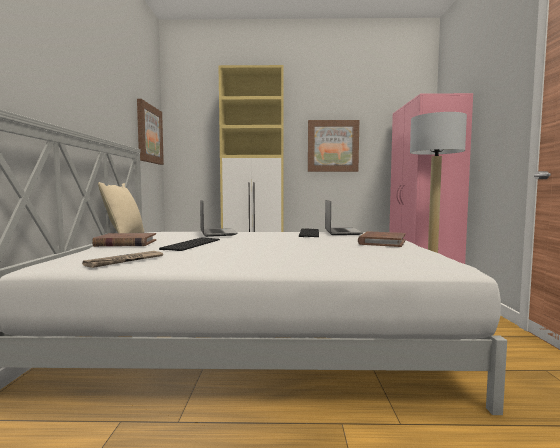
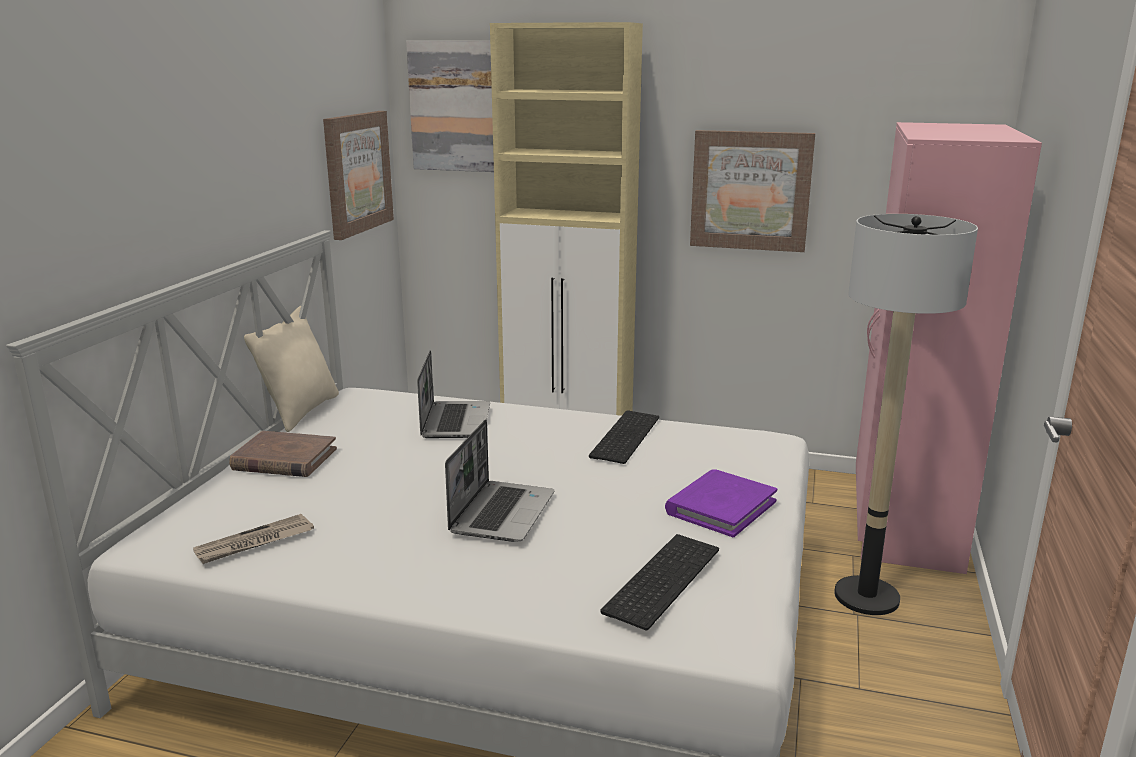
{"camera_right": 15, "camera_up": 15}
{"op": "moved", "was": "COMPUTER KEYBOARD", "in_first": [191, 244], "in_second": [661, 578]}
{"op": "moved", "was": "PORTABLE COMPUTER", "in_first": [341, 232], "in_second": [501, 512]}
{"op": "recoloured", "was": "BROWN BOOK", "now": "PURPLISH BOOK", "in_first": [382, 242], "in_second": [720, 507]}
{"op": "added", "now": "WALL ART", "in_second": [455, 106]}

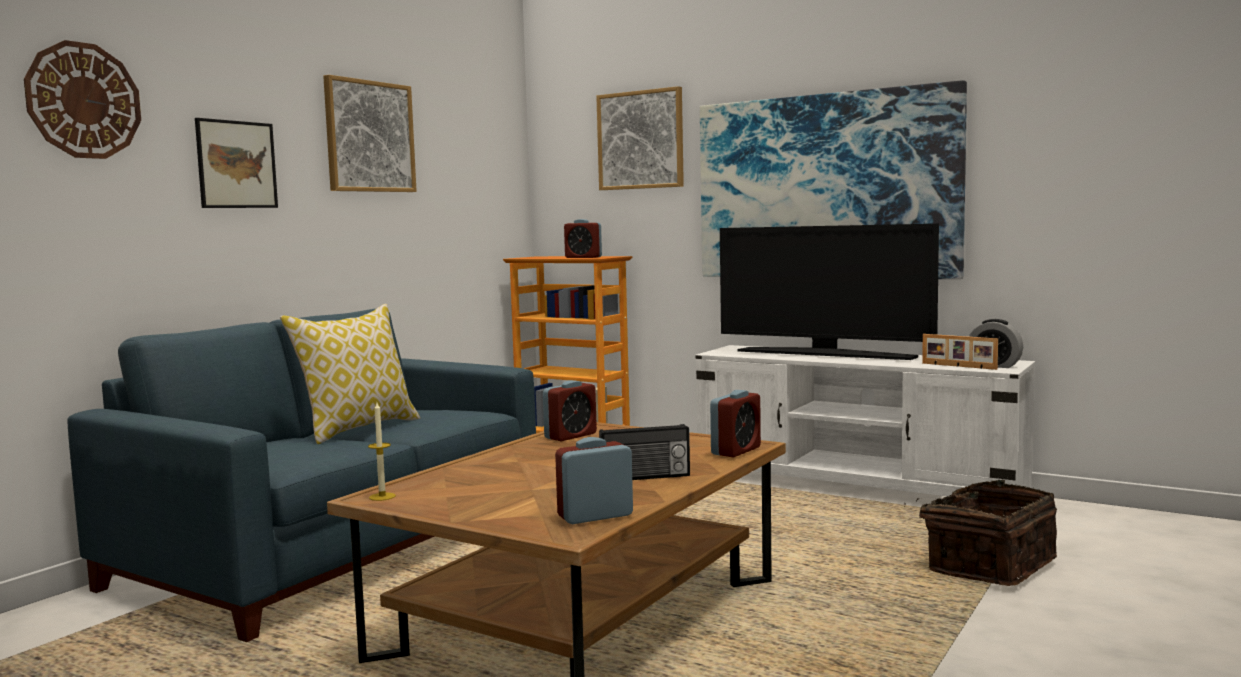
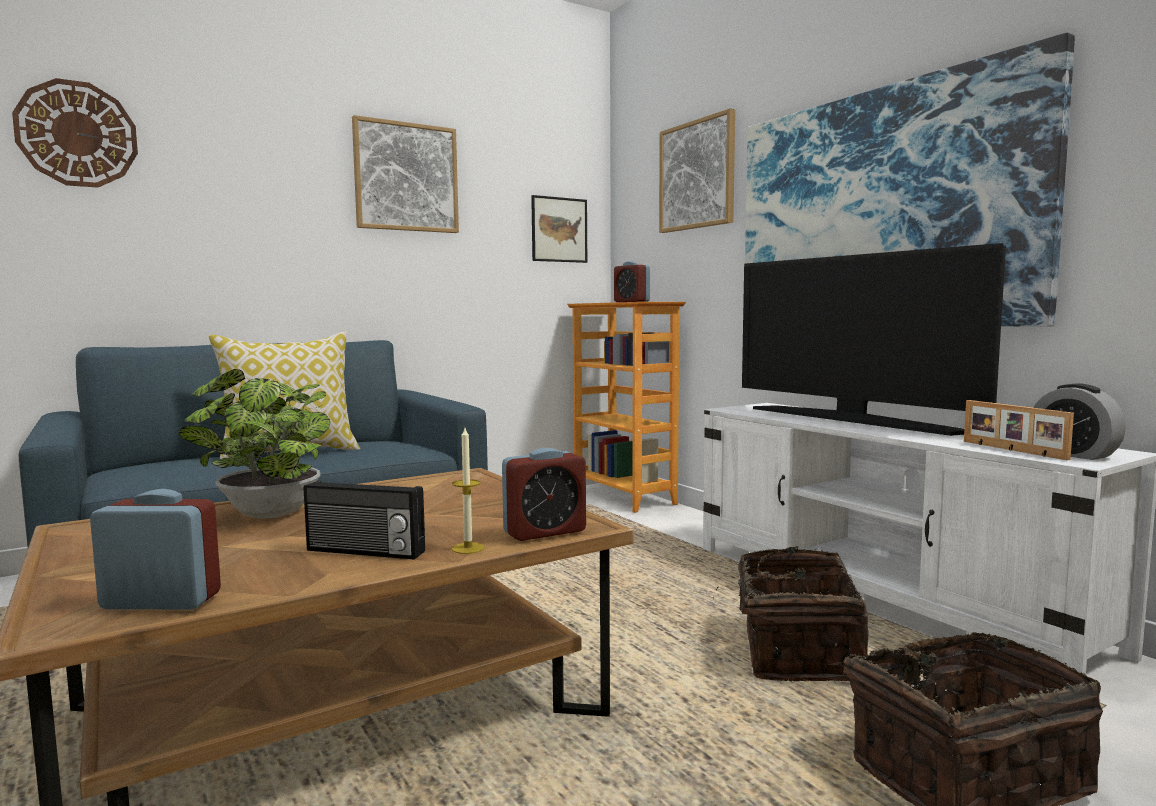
{"camera_right": 25, "camera_up": 0}
{"op": "moved", "was": "WALL ART", "in_first": [236, 164], "in_second": [559, 230]}
{"op": "moved", "was": "WAX LIGHT", "in_first": [382, 497], "in_second": [468, 548]}
{"op": "removed", "was": "BEDSIDE CLOCK", "in_first": [570, 436]}
{"op": "added", "now": "PLANT IN A POT", "in_second": [267, 515]}
{"op": "added", "now": "HOUSEHOLD BASKET", "in_second": [795, 652]}

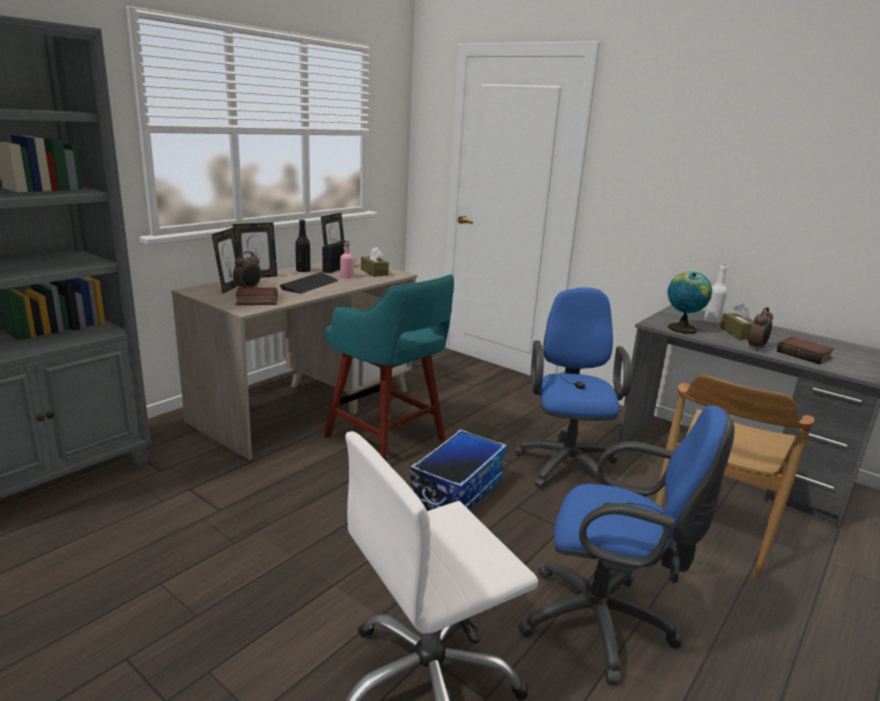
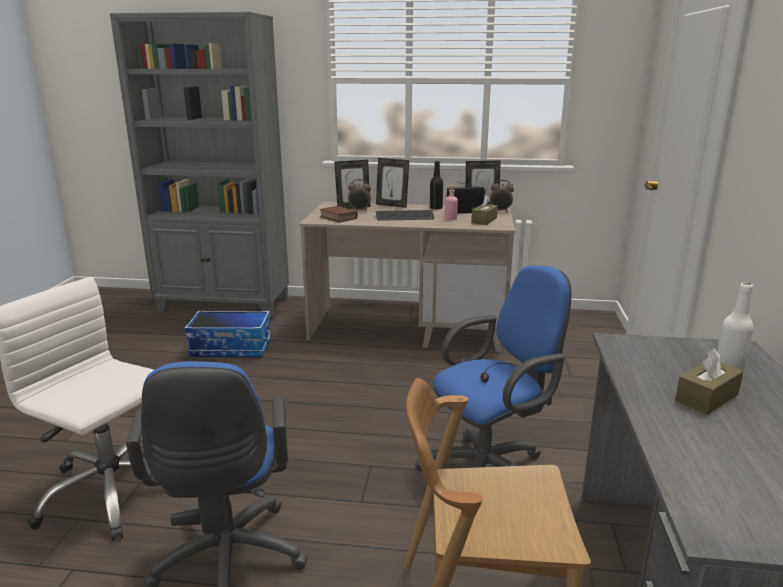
{"camera_right": 60, "camera_up": 0}
{"op": "removed", "was": "TURQUOISE-COLOURED STOOL SEAT", "in_first": [387, 440]}
{"op": "moved", "was": "STORAGE CONTAINER", "in_first": [456, 490], "in_second": [232, 348]}
{"op": "removed", "was": "GLOBE", "in_first": [681, 328]}
{"op": "moved", "was": "BEDSIDE CLOCK", "in_first": [757, 348], "in_second": [500, 211]}
{"op": "removed", "was": "BOOK", "in_first": [804, 355]}

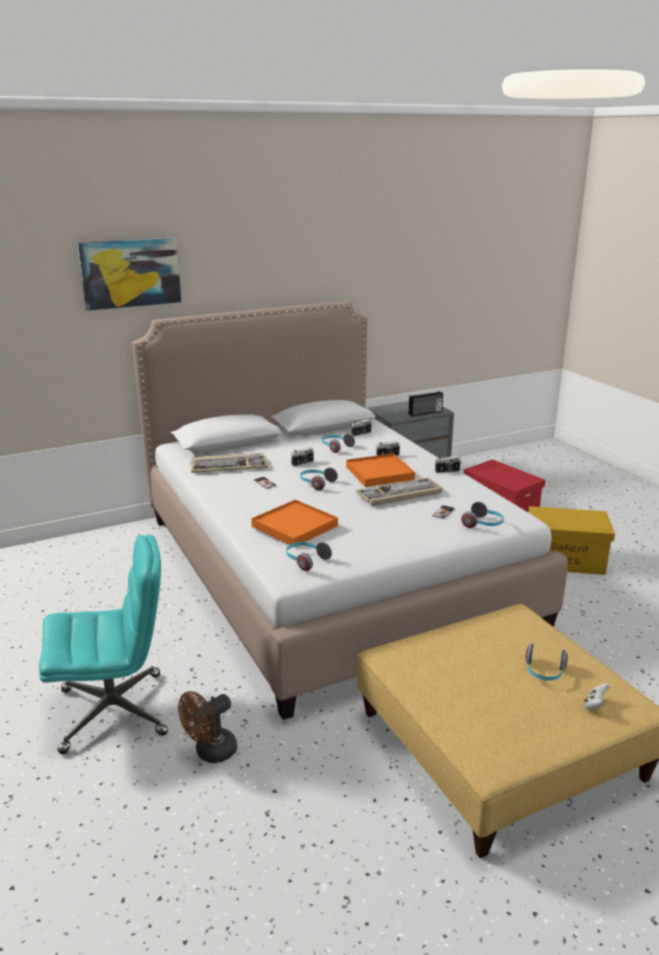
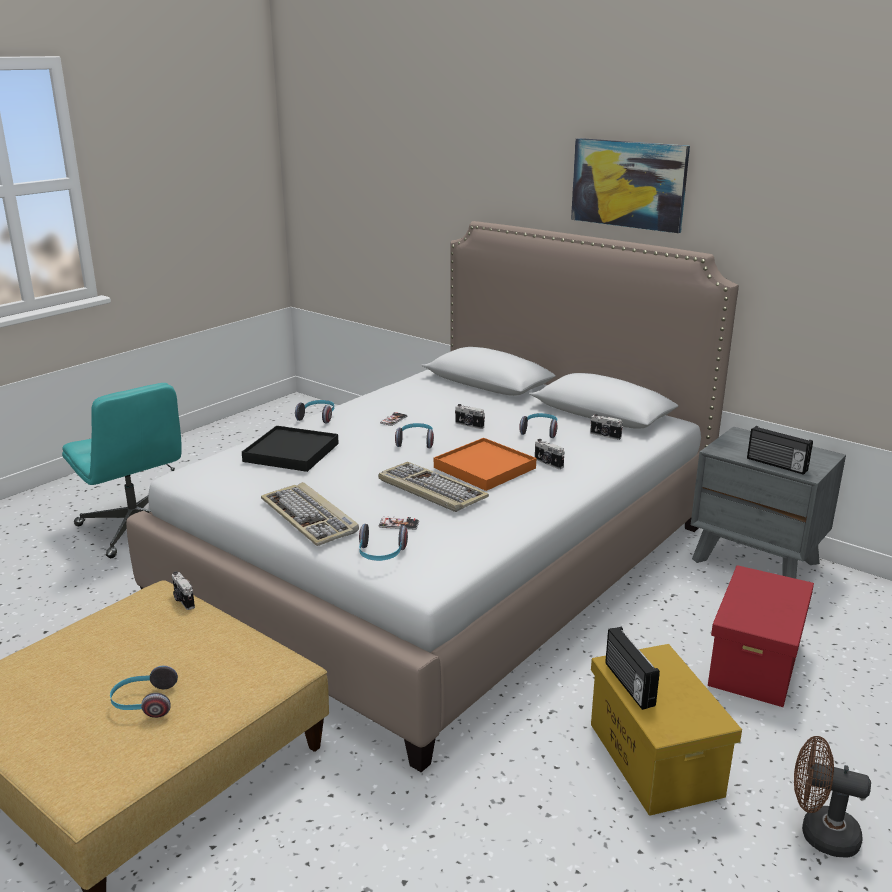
{"camera_right": 65, "camera_up": 0}
{"op": "moved", "was": "WALL ART", "in_first": [130, 273], "in_second": [628, 184]}
{"op": "moved", "was": "BROWN COOLING FAN", "in_first": [210, 753], "in_second": [819, 833]}
{"op": "moved", "was": "COMPUTER KEYBOARD", "in_first": [229, 466], "in_second": [310, 517]}
{"op": "recoloured", "was": "ORANGE-COLOURED TRAY", "now": "BLACKISH TRAY", "in_first": [295, 526], "in_second": [291, 452]}
{"op": "moved", "was": "HEADSET", "in_first": [305, 561], "in_second": [318, 417]}
{"op": "moved", "was": "PHOTO CAMERA", "in_first": [447, 471], "in_second": [183, 600]}
{"op": "removed", "was": "WHITE GAME CONTROLLER", "in_first": [595, 705]}
{"op": "added", "now": "RADIO SET", "in_second": [628, 684]}

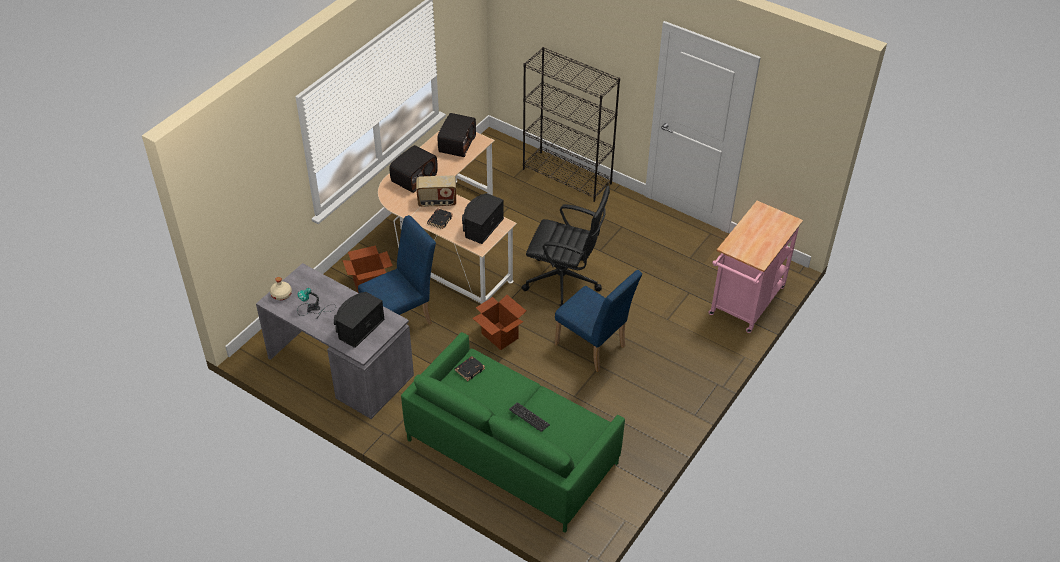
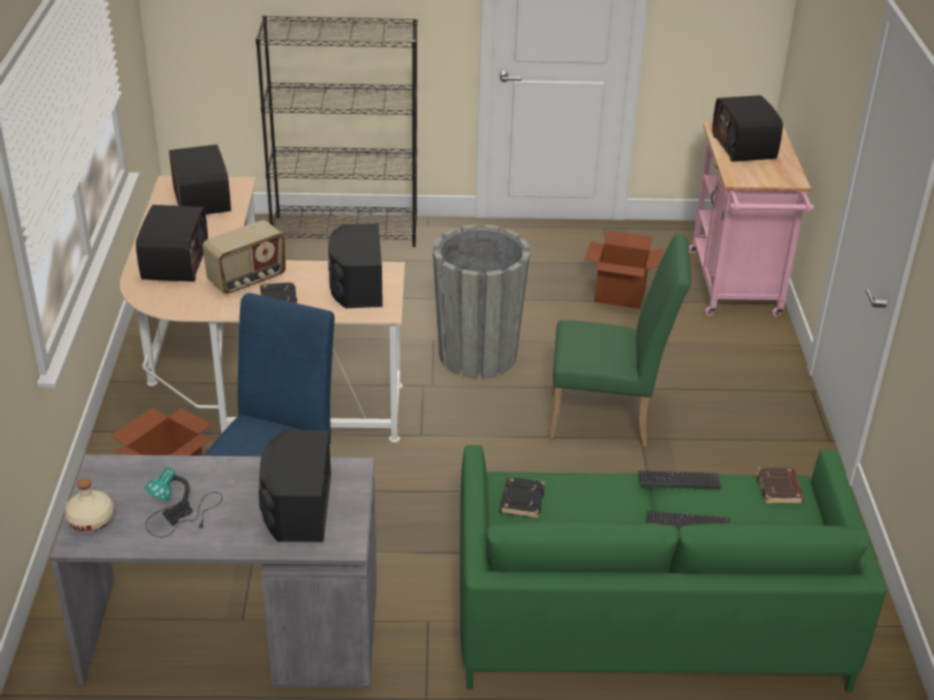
{"camera_right": -35, "camera_up": -10}
{"op": "moved", "was": "PACKING BOX", "in_first": [499, 336], "in_second": [619, 295]}
{"op": "replaced", "was": "BLACKISH OFFICE CHAIR", "now": "GRAY PLANTER", "in_first": [564, 282], "in_second": [477, 355]}
{"op": "recoloured", "was": "BLUE-COLOURED UPRIGHT CHAIR", "now": "GREEN-COLOURED UPRIGHT CHAIR", "in_first": [594, 348], "in_second": [608, 419]}
{"op": "added", "now": "COMPUTER KEYBOARD", "in_second": [679, 481]}
{"op": "added", "now": "RADIO SET", "in_second": [745, 147]}
{"op": "added", "now": "BROWN BOOK", "in_second": [780, 489]}

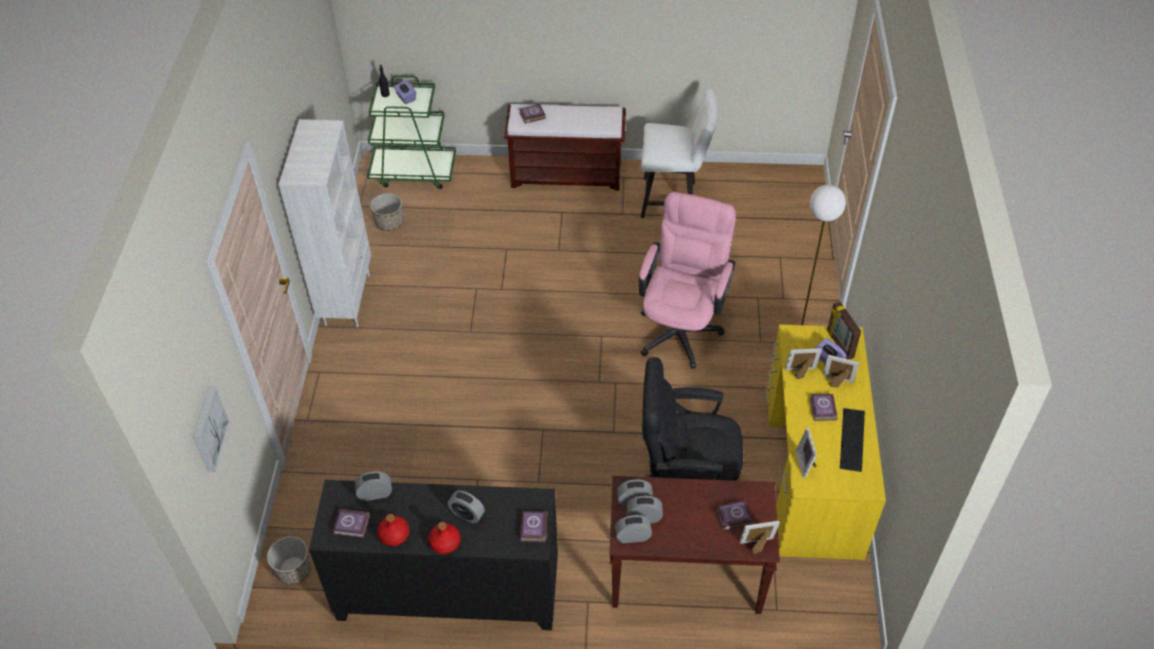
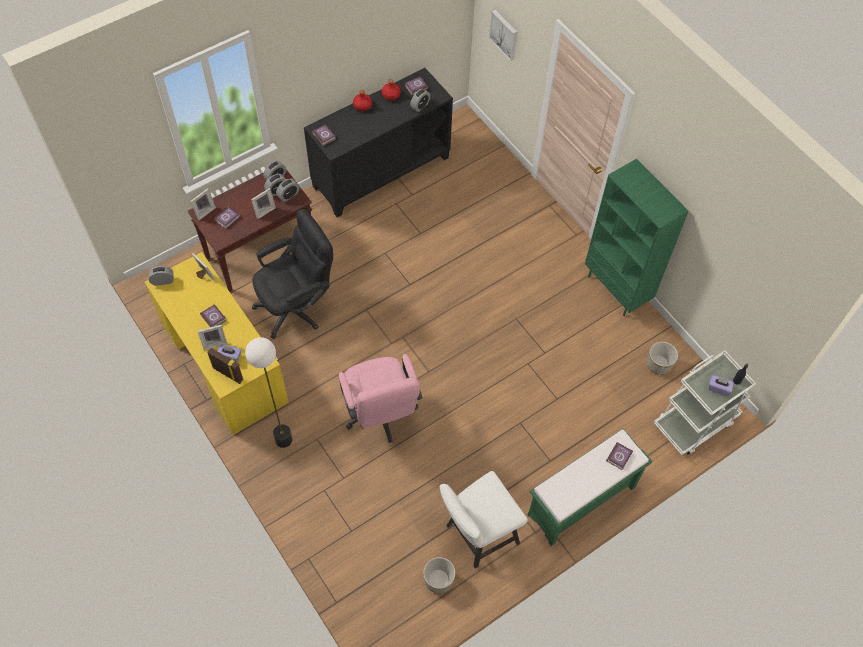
{"camera_right": 140, "camera_up": 10}
{"op": "moved", "was": "PLANTER", "in_first": [293, 570], "in_second": [438, 580]}
{"op": "recoloured", "was": "WHITE BOOKCASE", "now": "GREEN-COLOURED BOOKCASE", "in_first": [346, 299], "in_second": [617, 289]}
{"op": "recoloured", "was": "GREEN-COLOURED TROLLEY", "now": "WHITE TROLLEY", "in_first": [414, 172], "in_second": [694, 422]}
{"op": "moved", "was": "BEDSIDE CLOCK", "in_first": [467, 514], "in_second": [163, 281]}
{"op": "recoloured", "was": "BROWN BENCH", "now": "GREEN-COLOURED BENCH", "in_first": [567, 175], "in_second": [580, 502]}
{"op": "moved", "was": "STANDING FRAME", "in_first": [801, 373], "in_second": [264, 210]}
{"op": "removed", "was": "COMPUTER KEYBOARD", "in_first": [852, 439]}

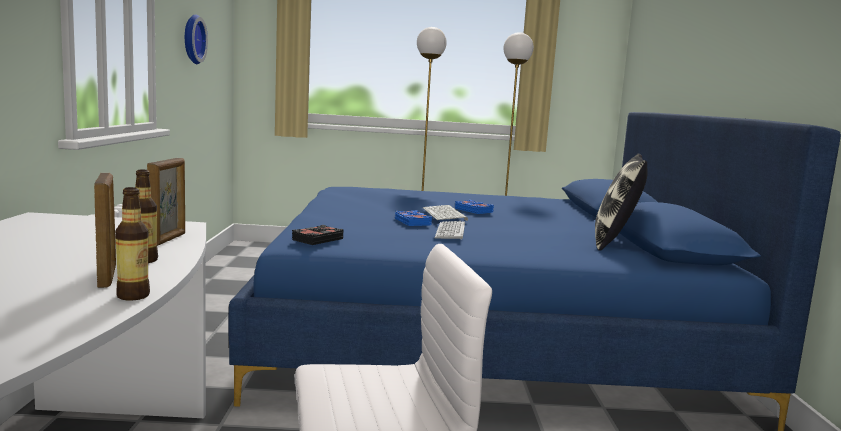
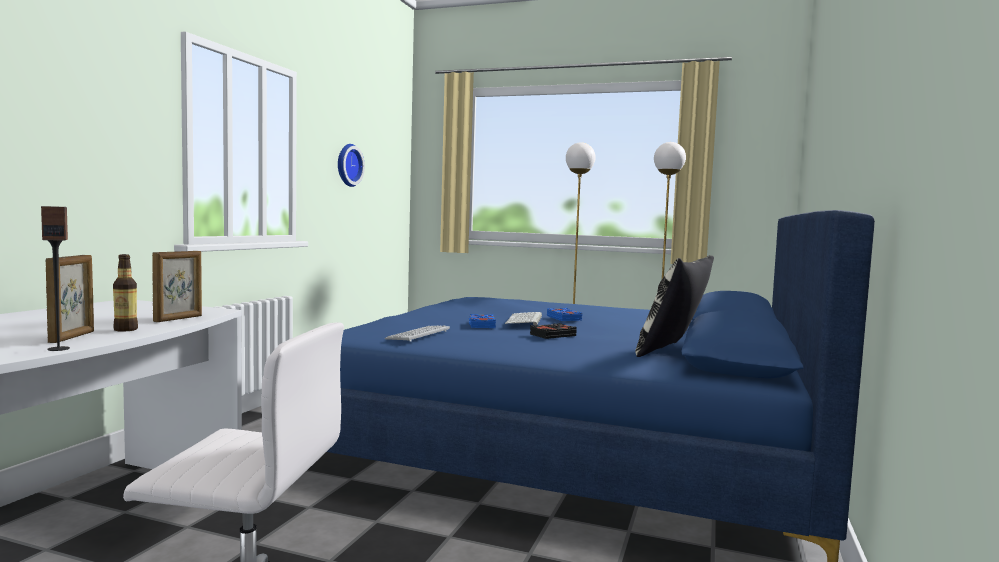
{"camera_right": 20, "camera_up": -5}
{"op": "replaced", "was": "DRINK BOTTLE", "now": "SPEAKER", "in_first": [133, 296], "in_second": [58, 349]}
{"op": "moved", "was": "BLACKISH BOOK", "in_first": [317, 239], "in_second": [552, 335]}
{"op": "moved", "was": "COMPUTER KEYBOARD", "in_first": [450, 231], "in_second": [418, 334]}

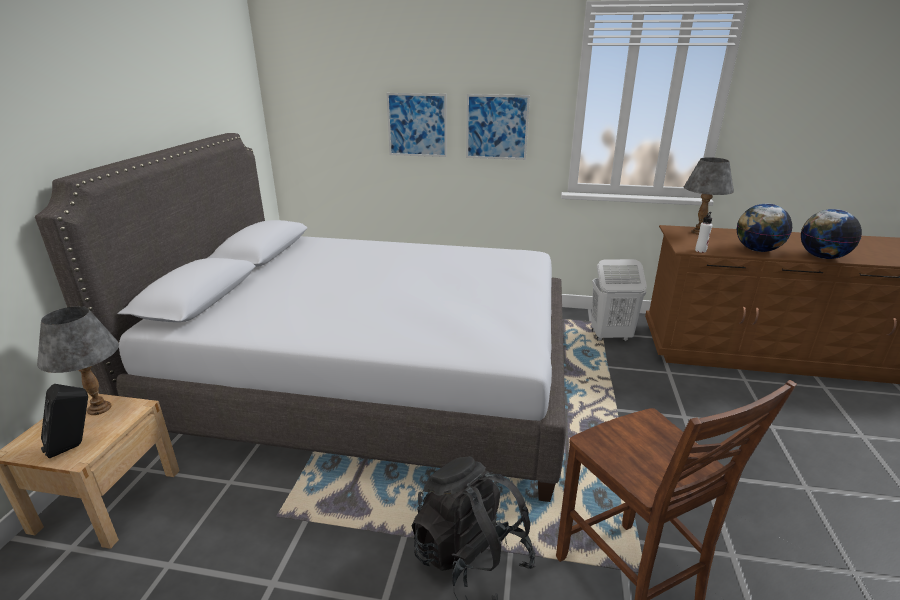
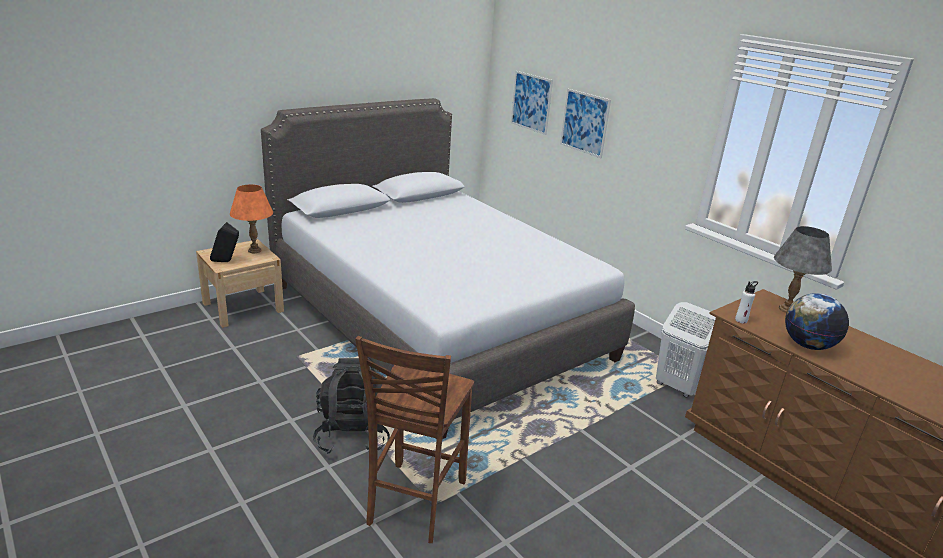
{"camera_right": 40, "camera_up": 0}
{"op": "recoloured", "was": "GRAY TABLE LAMP", "now": "ORANGE-COLOURED TABLE LAMP", "in_first": [99, 408], "in_second": [254, 250]}
{"op": "moved", "was": "WALL ART", "in_first": [496, 127], "in_second": [531, 102]}
{"op": "removed", "was": "GLOBE", "in_first": [822, 257]}

